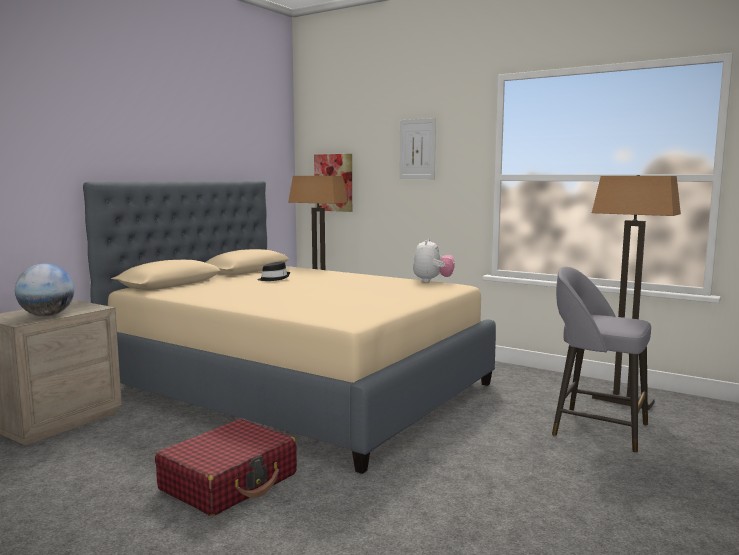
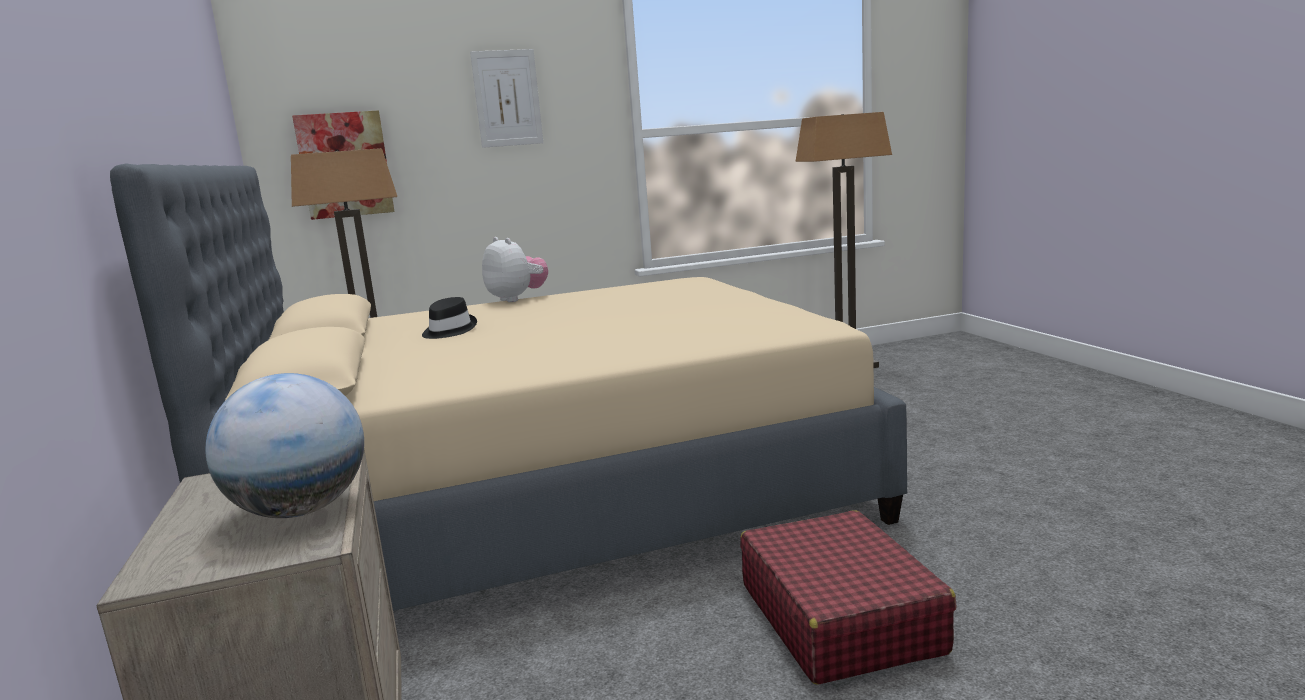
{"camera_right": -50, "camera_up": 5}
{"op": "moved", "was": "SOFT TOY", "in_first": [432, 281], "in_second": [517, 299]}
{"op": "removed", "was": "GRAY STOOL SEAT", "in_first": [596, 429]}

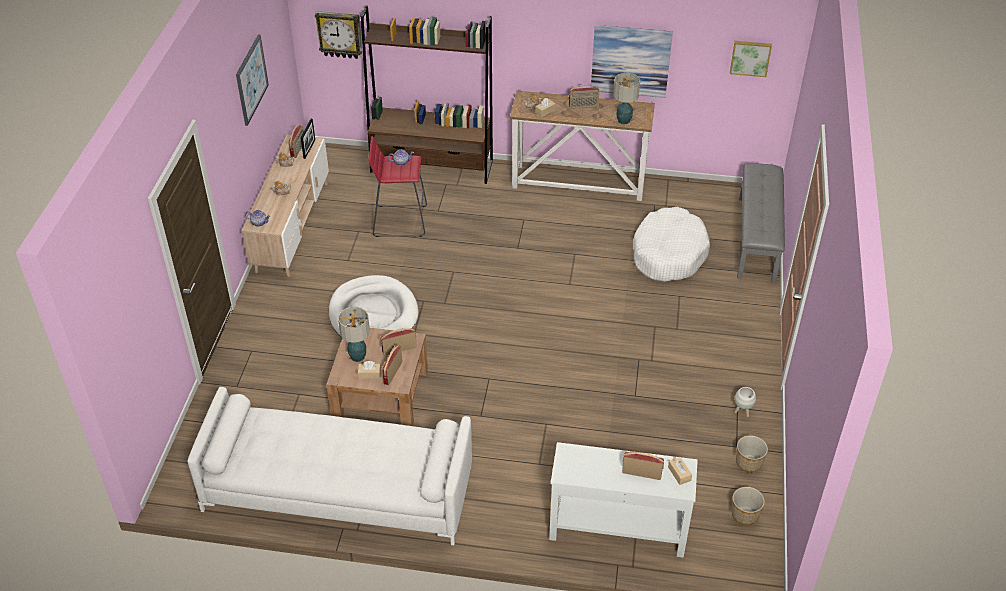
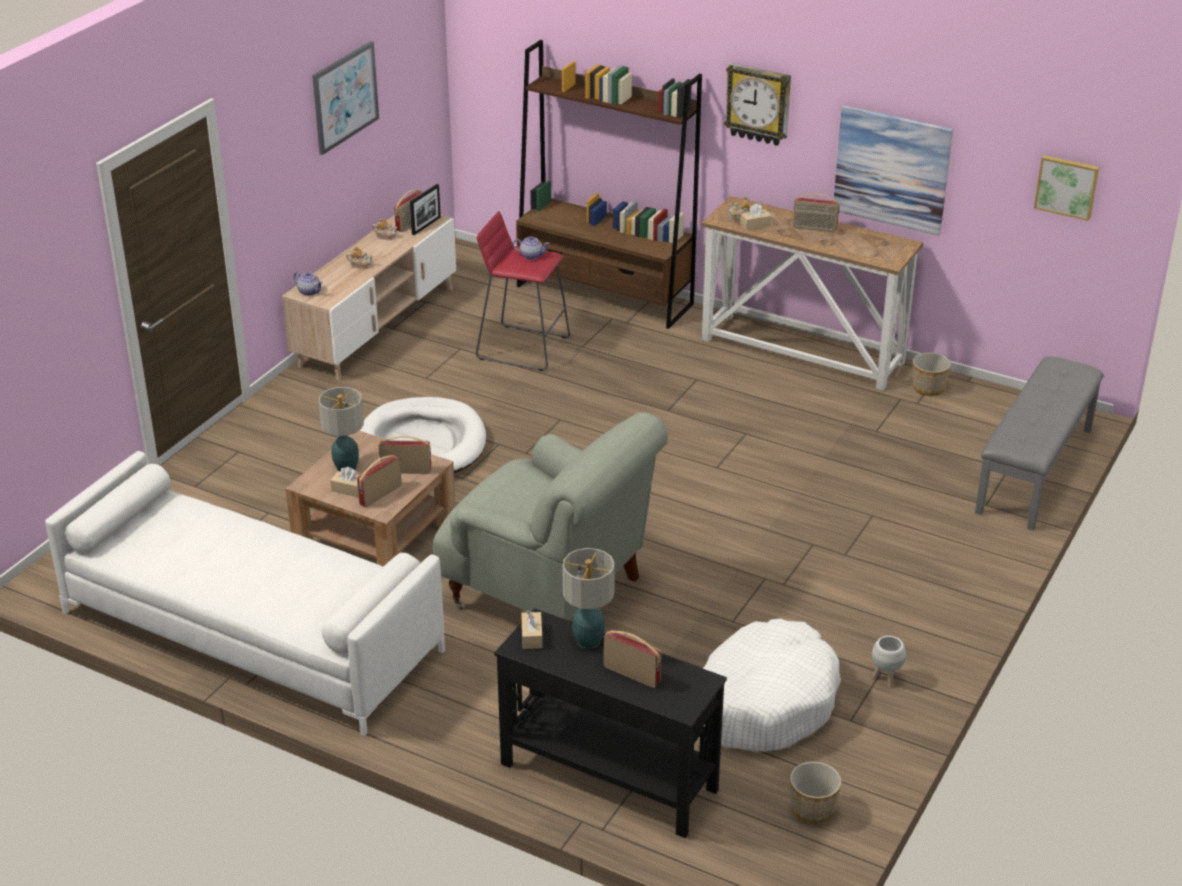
{"camera_right": 20, "camera_up": -10}
{"op": "moved", "was": "HANGING CLOCK", "in_first": [339, 34], "in_second": [758, 104]}
{"op": "recoloured", "was": "WHITE HALL TABLE", "now": "BLACKISH HALL TABLE", "in_first": [617, 528], "in_second": [608, 776]}
{"op": "moved", "was": "TABLE LAMP", "in_first": [623, 121], "in_second": [588, 641]}
{"op": "moved", "was": "WHITE PET BED", "in_first": [668, 253], "in_second": [763, 702]}
{"op": "moved", "was": "SAND-COLOURED BOX OF TISSUES", "in_first": [679, 474], "in_second": [532, 636]}
{"op": "moved", "was": "PLANTER", "in_first": [749, 463], "in_second": [928, 388]}
{"op": "added", "now": "GRAY ARMCHAIR", "in_second": [549, 594]}

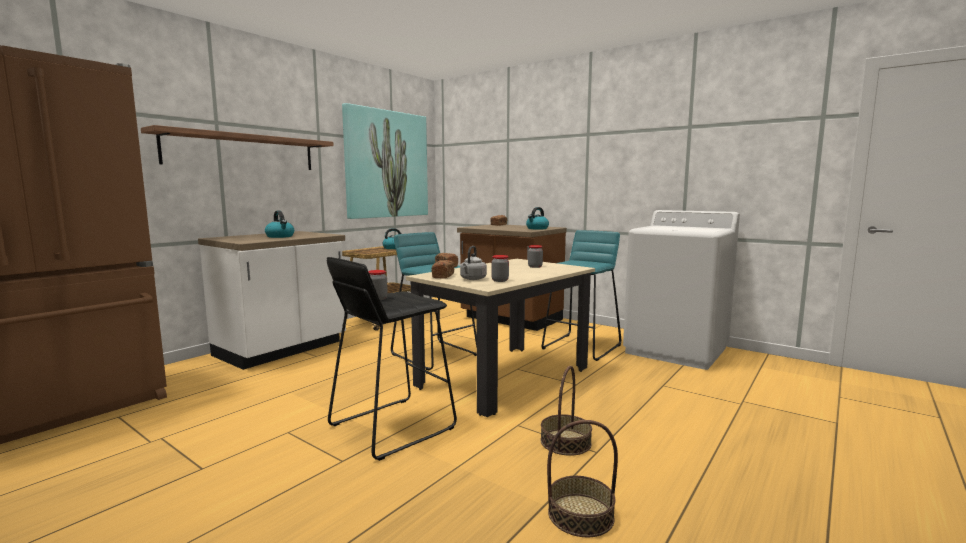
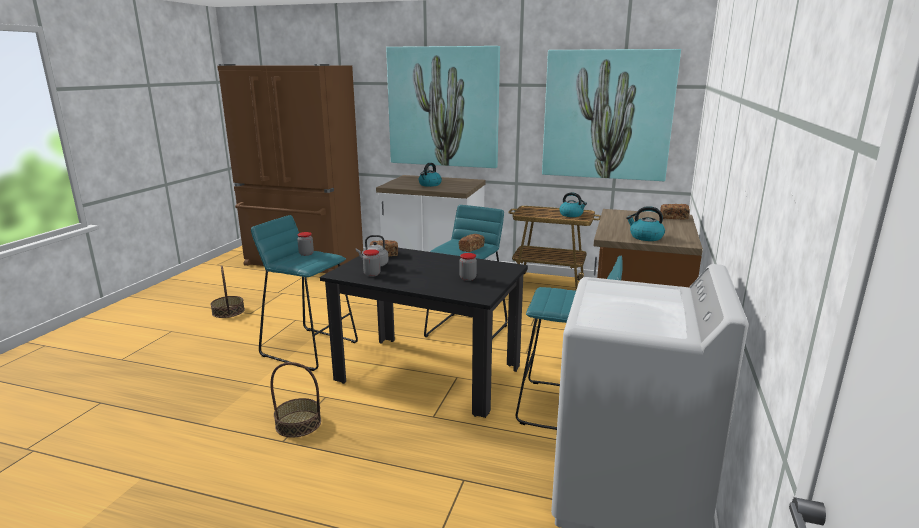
{"camera_right": 70, "camera_up": 10}
{"op": "replaced", "was": "SHELF", "now": "WALL ART", "in_first": [242, 152], "in_second": [443, 107]}
{"op": "recoloured", "was": "BLACKISH STOOL SEAT", "now": "TURQUOISE-COLOURED STOOL SEAT", "in_first": [391, 427], "in_second": [310, 348]}
{"op": "recoloured", "was": "SAND-COLOURED KITCHEN TABLE", "now": "BLACKISH KITCHEN TABLE", "in_first": [504, 377], "in_second": [428, 374]}
{"op": "moved", "was": "HOUSEHOLD BASKET", "in_first": [580, 514], "in_second": [228, 311]}

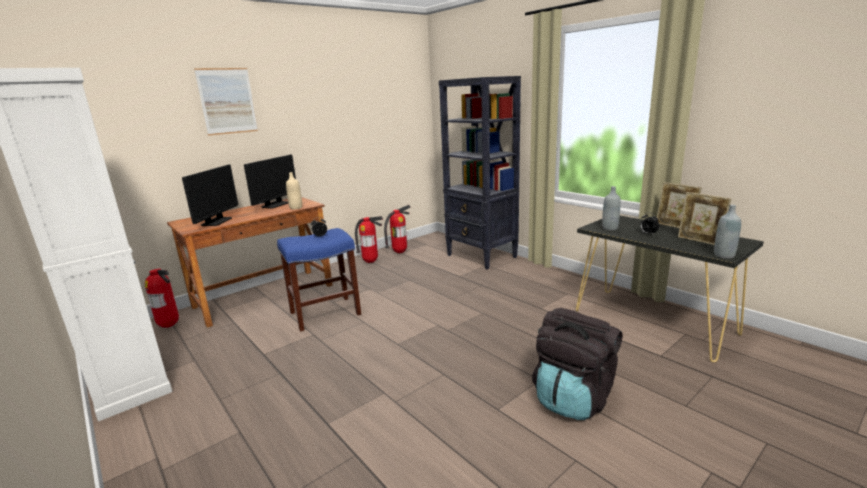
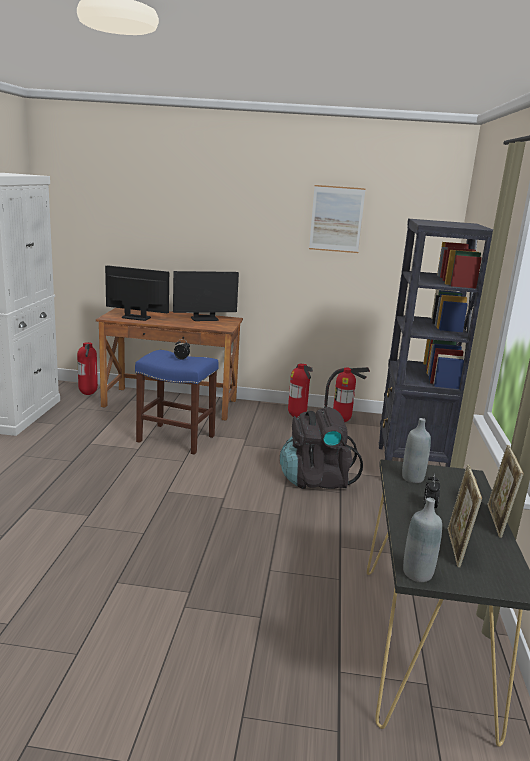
{"camera_right": 45, "camera_up": 0}
{"op": "turned", "was": "COMPUTER SCREEN", "in_first": [216, 221], "in_second": [136, 317], "clockwise": -135}
{"op": "moved", "was": "WALL ART", "in_first": [227, 101], "in_second": [336, 219]}
{"op": "removed", "was": "SAND-COLOURED DRINK BOTTLE", "in_first": [296, 208]}
{"op": "moved", "was": "BLACKISH RUCKSACK", "in_first": [573, 398], "in_second": [316, 480]}

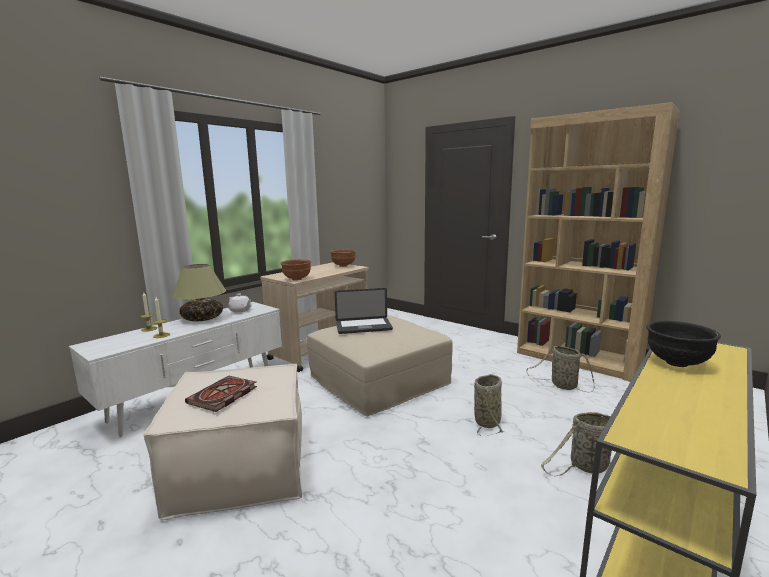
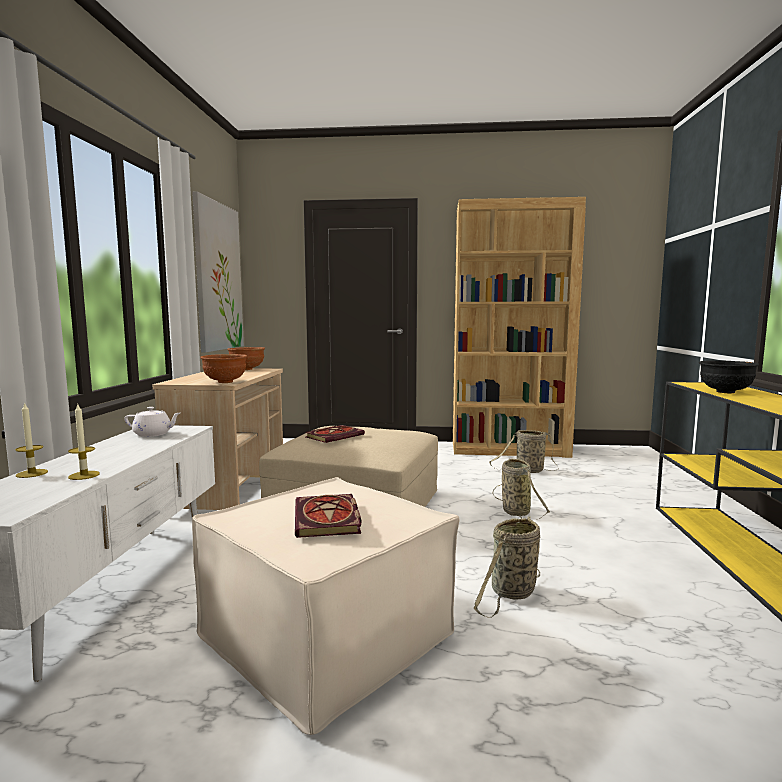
{"camera_right": -35, "camera_up": -5}
{"op": "removed", "was": "TABLE LAMP", "in_first": [203, 318]}
{"op": "replaced", "was": "PORTABLE COMPUTER", "now": "BOOK", "in_first": [363, 327], "in_second": [335, 436]}
{"op": "moved", "was": "HOUSEHOLD BASKET", "in_first": [586, 467], "in_second": [511, 593]}
{"op": "added", "now": "WALL ART", "in_second": [218, 277]}

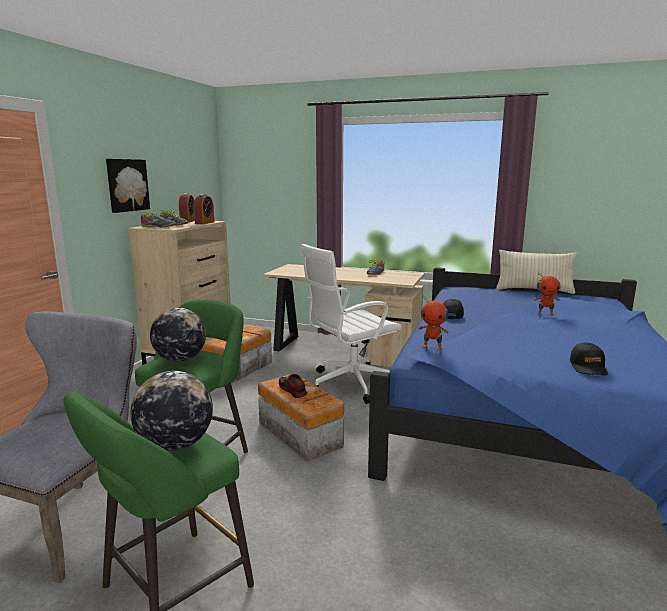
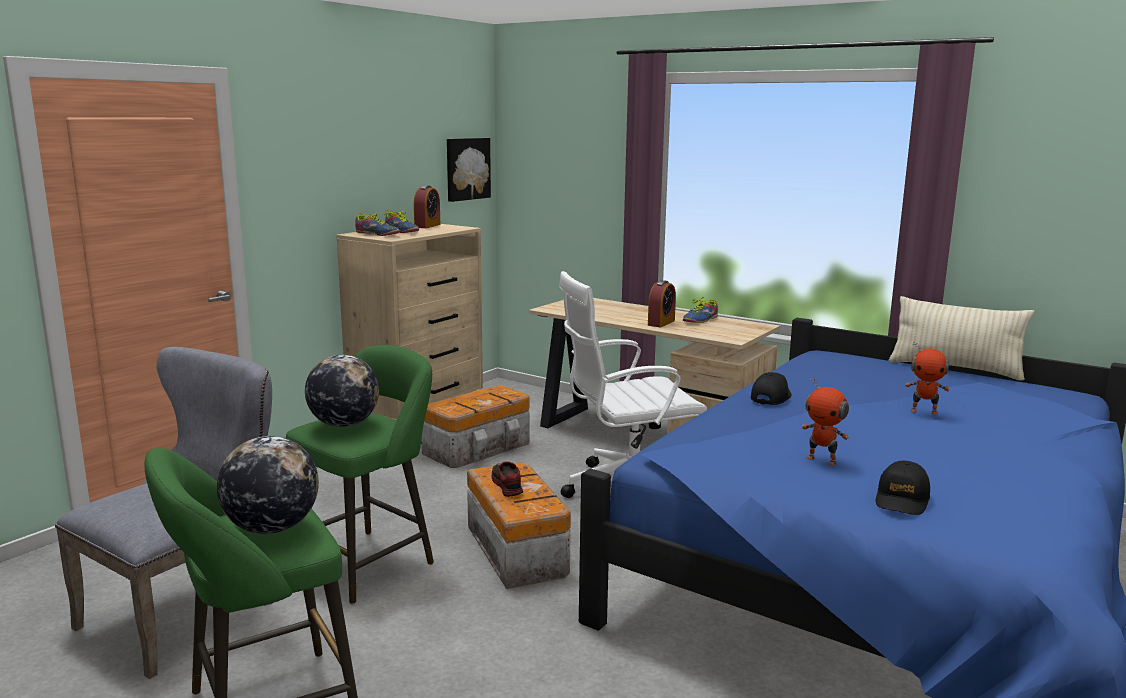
{"camera_right": 15, "camera_up": 0}
{"op": "moved", "was": "WALL ART", "in_first": [127, 185], "in_second": [466, 169]}
{"op": "moved", "was": "BEDSIDE CLOCK", "in_first": [204, 223], "in_second": [661, 323]}
{"op": "moved", "was": "MODEL ROBOT", "in_first": [432, 348], "in_second": [822, 460]}

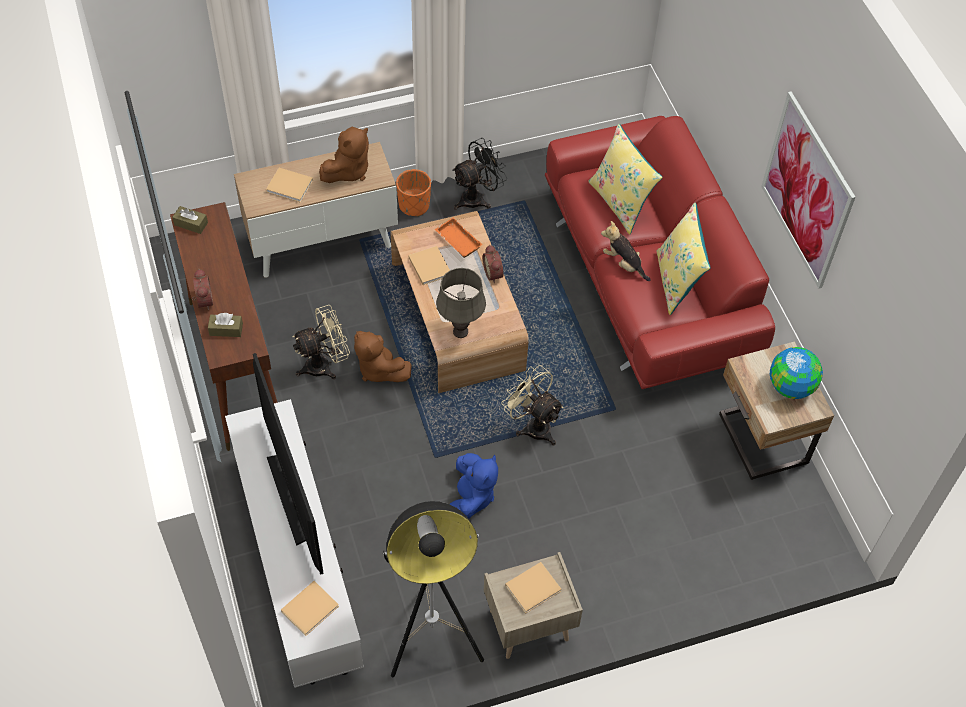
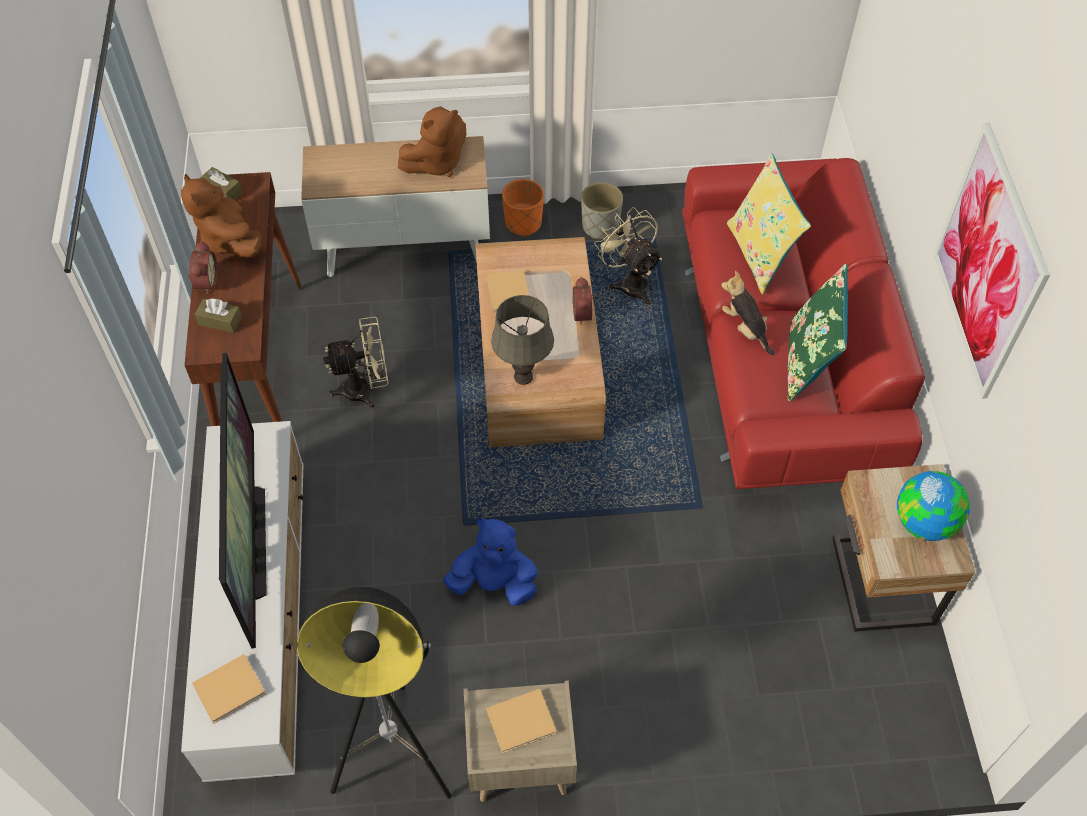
{"camera_right": 15, "camera_up": 0}
{"op": "removed", "was": "SAND-COLOURED BOOK", "in_first": [291, 186]}
{"op": "moved", "was": "BROWN SOFT TOY", "in_first": [379, 369], "in_second": [228, 240]}
{"op": "removed", "was": "ORANGE-COLOURED TRAY", "in_first": [456, 241]}
{"op": "turned", "was": "BLUE-COLOURED SOFT TOY", "in_first": [471, 497], "in_second": [494, 583], "clockwise": -105}
{"op": "replaced", "was": "BLACKISH COOLING FAN", "now": "GRAY PLANTER", "in_first": [477, 197], "in_second": [600, 226]}
{"op": "moved", "was": "SAND-COLOURED COOLING FAN", "in_first": [533, 425], "in_second": [630, 282]}
{"op": "recoloured", "was": "YELLOW-COLOURED THROW PILLOW", "now": "GREEN-COLOURED THROW PILLOW", "in_first": [677, 281], "in_second": [808, 362]}

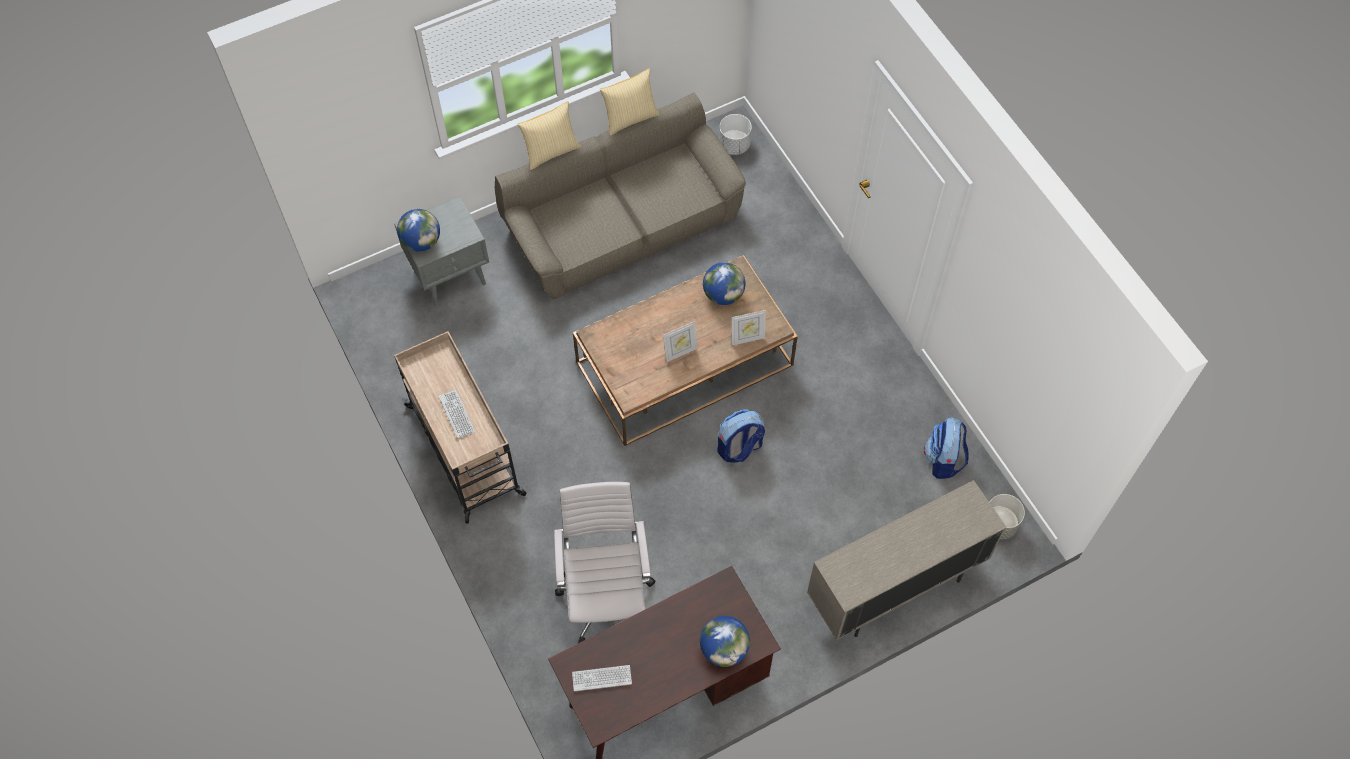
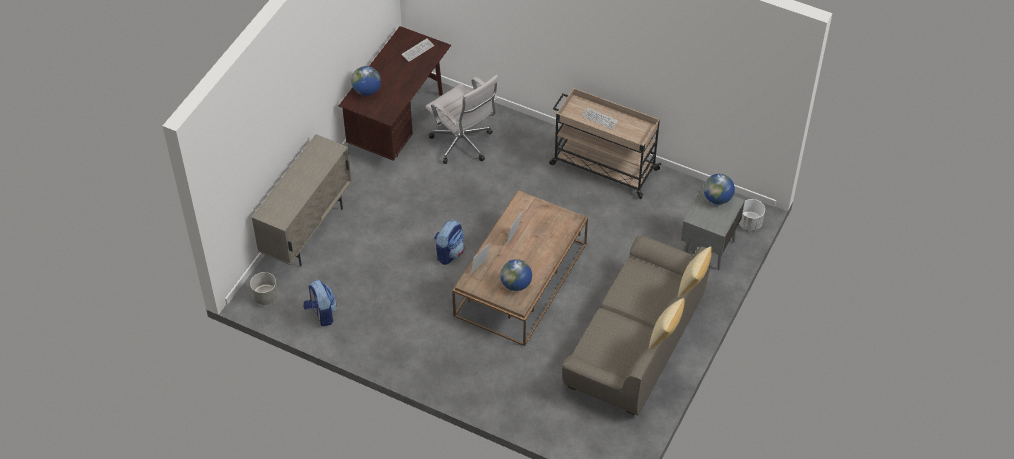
{"camera_right": 145, "camera_up": -10}
{"op": "moved", "was": "WHITE PLANTER", "in_first": [734, 145], "in_second": [750, 223]}

